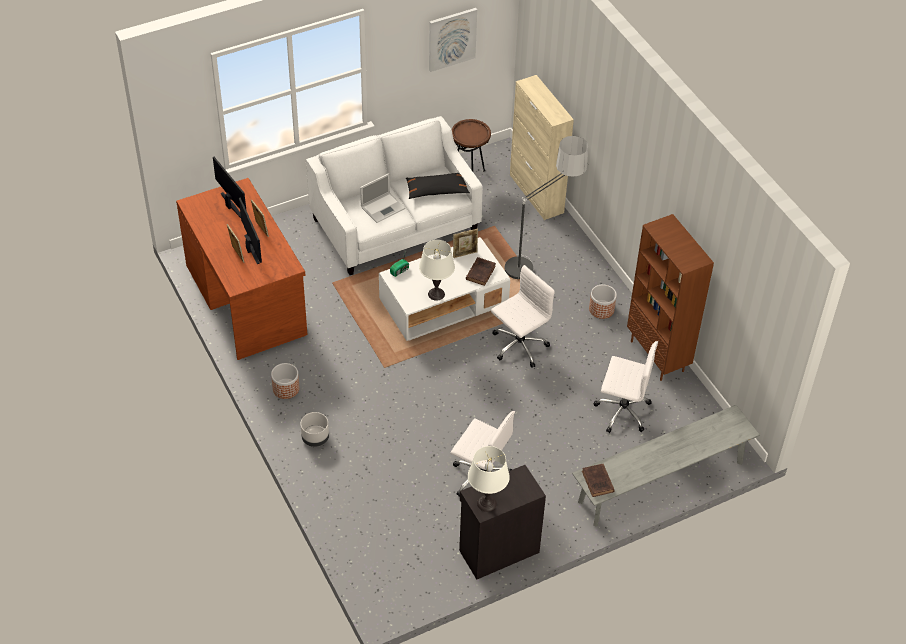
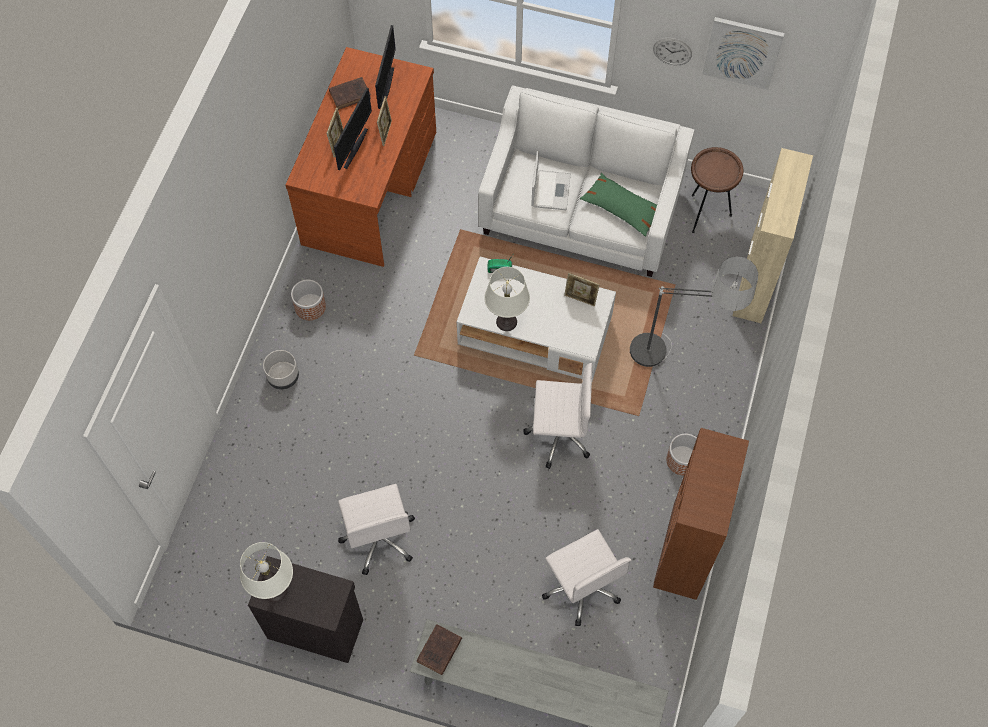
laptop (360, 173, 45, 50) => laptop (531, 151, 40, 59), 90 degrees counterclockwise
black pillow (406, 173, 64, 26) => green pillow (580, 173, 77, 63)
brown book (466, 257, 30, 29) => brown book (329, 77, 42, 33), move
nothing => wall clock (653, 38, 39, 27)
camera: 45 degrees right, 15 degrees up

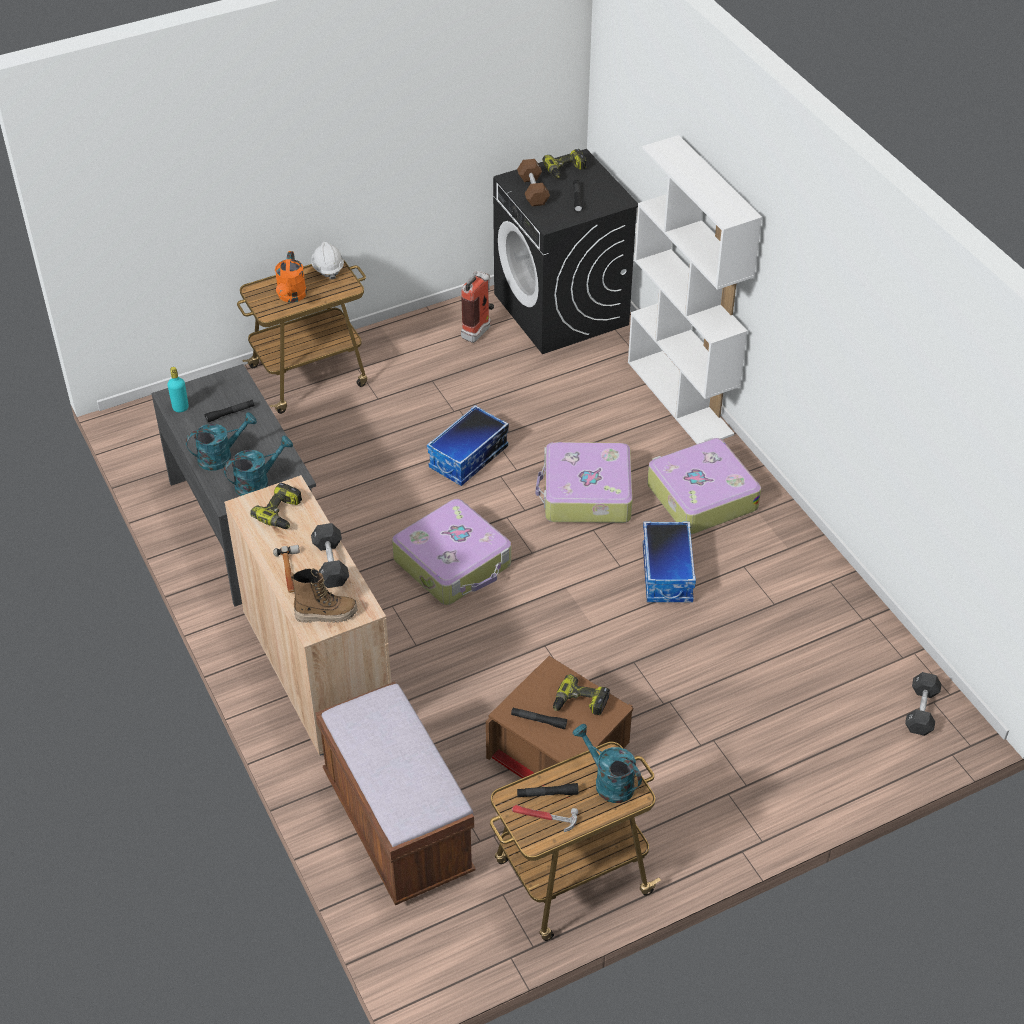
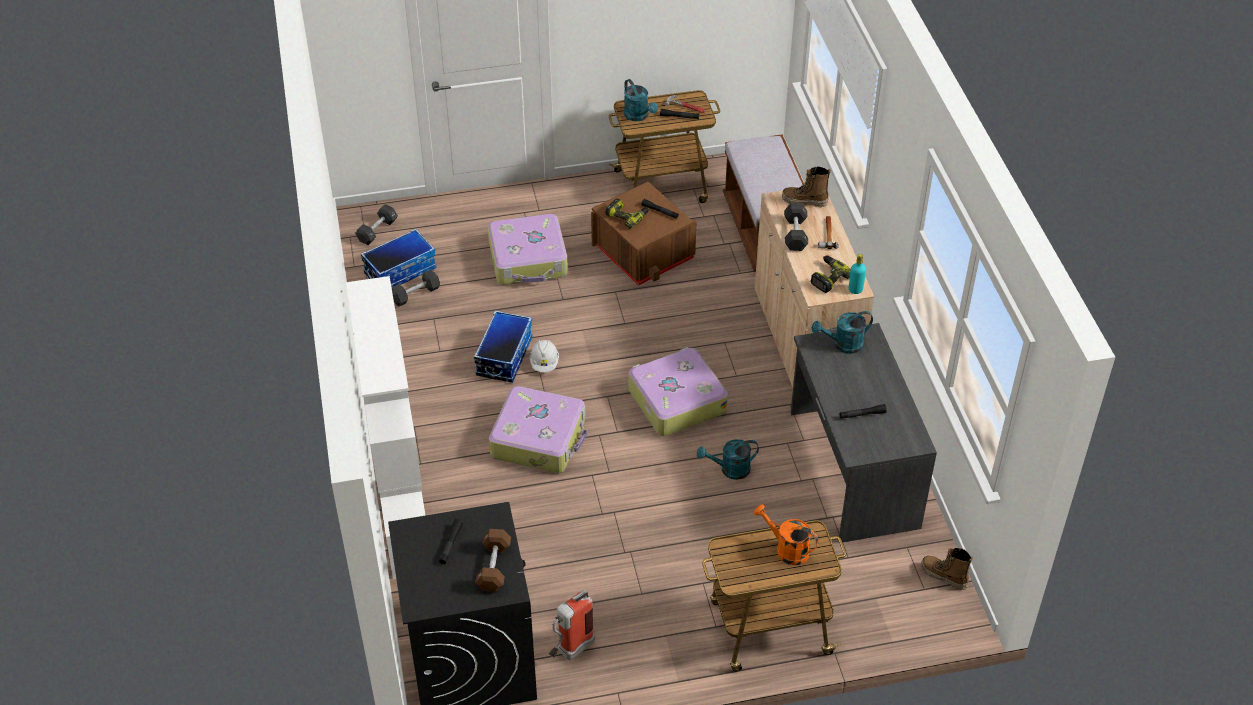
power drill (542, 149, 44, 30) => nothing
white hard hat (311, 242, 33, 38) => white hard hat (530, 340, 29, 32), move
orange watering can (275, 251, 32, 52) => orange watering can (754, 504, 65, 61), 75 degrees counterclockwise
turquoise bottle (167, 367, 22, 45) => turquoise bottle (849, 254, 17, 40), move
storage box (427, 405, 82, 81) => storage box (361, 229, 75, 58), move
turquoise watering can (186, 412, 71, 59) => turquoise watering can (697, 439, 62, 41), move
suitcase (647, 437, 114, 97) => suitcase (488, 214, 80, 71), move
nothing => black dumbbell (392, 270, 48, 37)
nothing => boot (921, 548, 52, 42)
camera: 165 degrees left, 0 degrees up

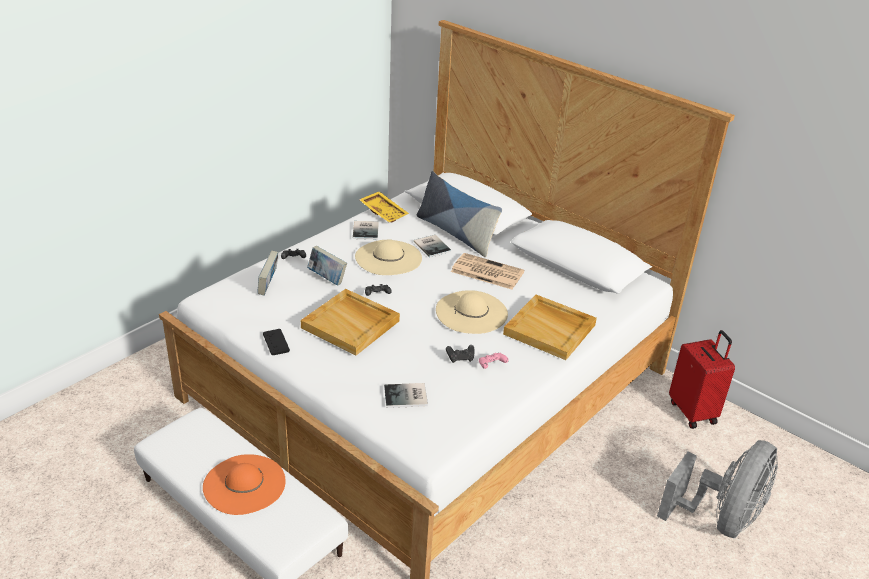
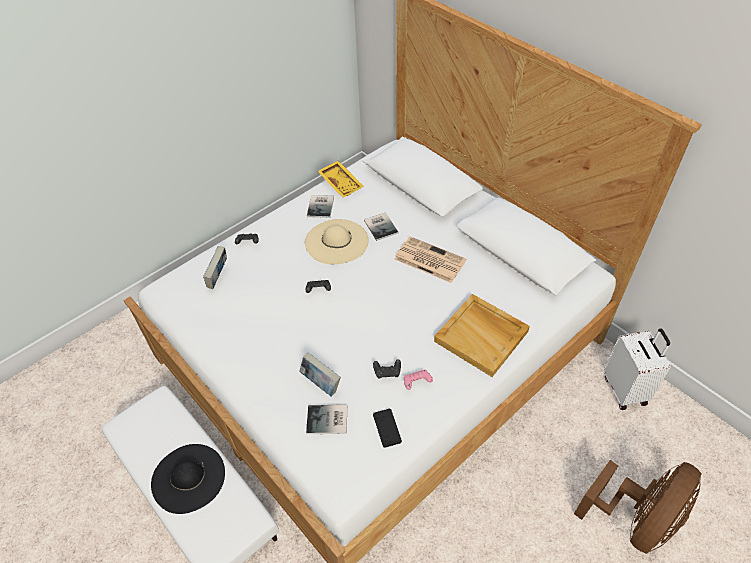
pillow (417, 171, 85, 86) => nothing
book (307, 246, 40, 39) => book (299, 352, 42, 45), move
beige tray (301, 289, 99, 66) => nothing
beige hat (436, 290, 72, 44) => nothing
black game controller (263, 329, 27, 26) => black game controller (373, 408, 29, 40), move
red suitcase (669, 330, 66, 99) => white suitcase (604, 328, 67, 82)
grey fan (657, 440, 121, 98) => brown fan (574, 460, 128, 94)
orange hat (203, 454, 83, 61) => black hat (151, 444, 74, 70)
camera: 10 degrees right, 15 degrees up

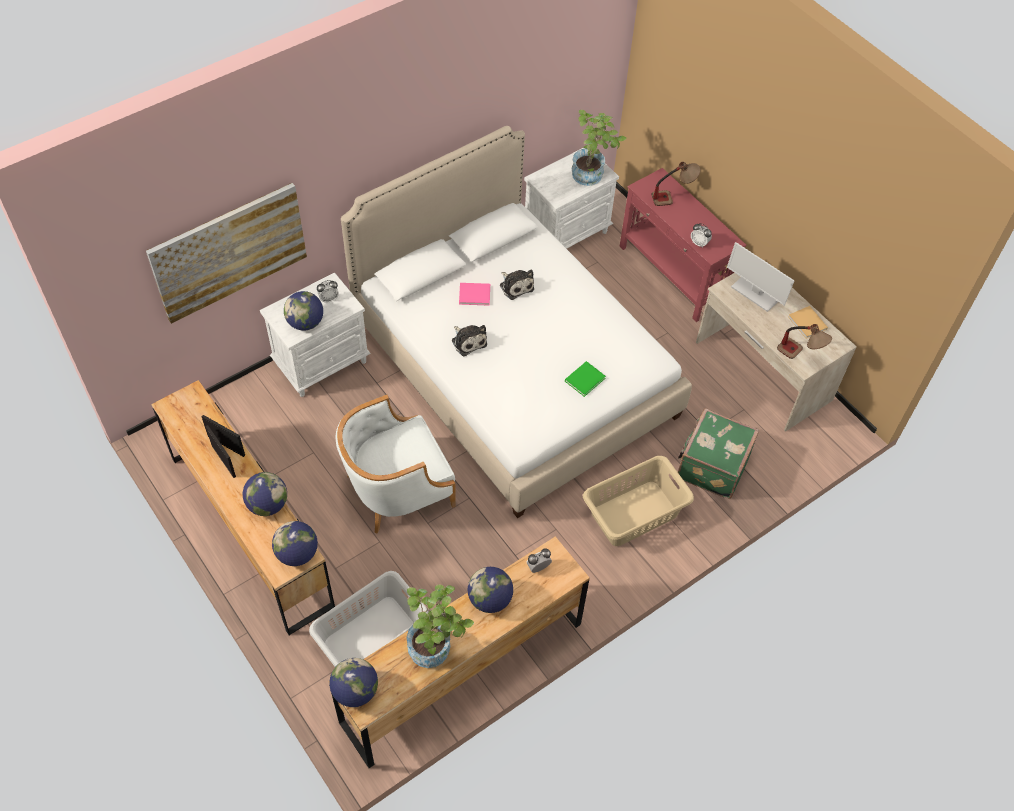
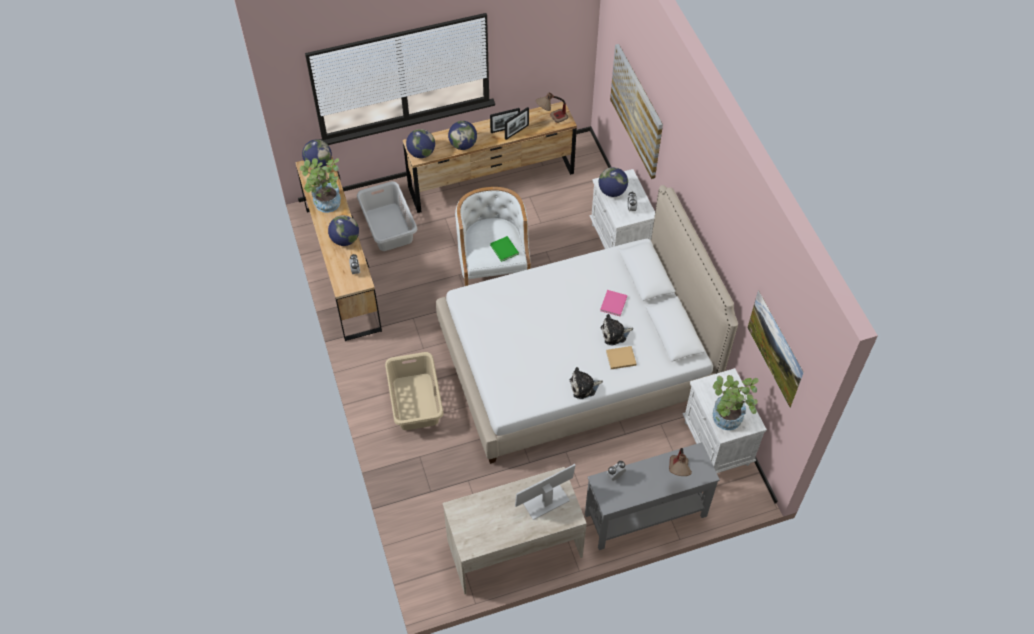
red console table (619, 168, 127, 154) => grey console table (585, 442, 135, 108)
beige book (788, 306, 40, 33) => beige book (606, 346, 31, 23), move
table lamp (777, 324, 55, 35) => table lamp (536, 93, 32, 30), move
plush toy (452, 325, 35, 31) => plush toy (570, 367, 33, 32), move
green book (565, 361, 41, 36) => green book (490, 236, 29, 26), move
green suitcase (678, 408, 81, 91) => nothing
nothing => picture (747, 290, 57, 118)
camera: 110 degrees right, 0 degrees up

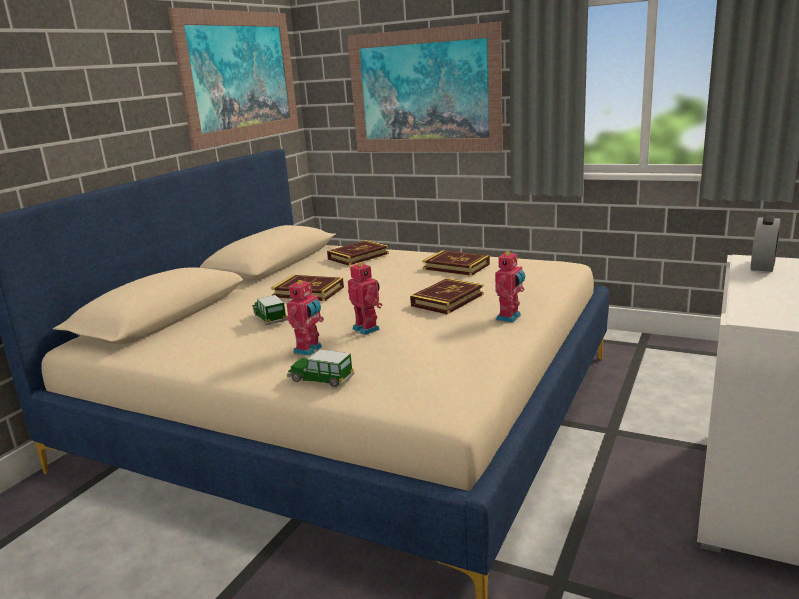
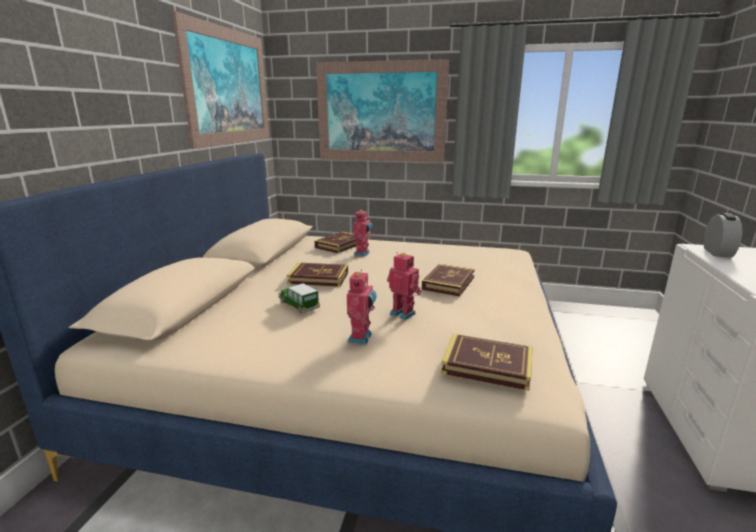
book (423, 250, 67, 26) => book (441, 334, 92, 57), move
toy robot (495, 250, 30, 72) => toy robot (353, 209, 19, 47), move
toy car (287, 349, 67, 38) => nothing
camera: 15 degrees left, 0 degrees up

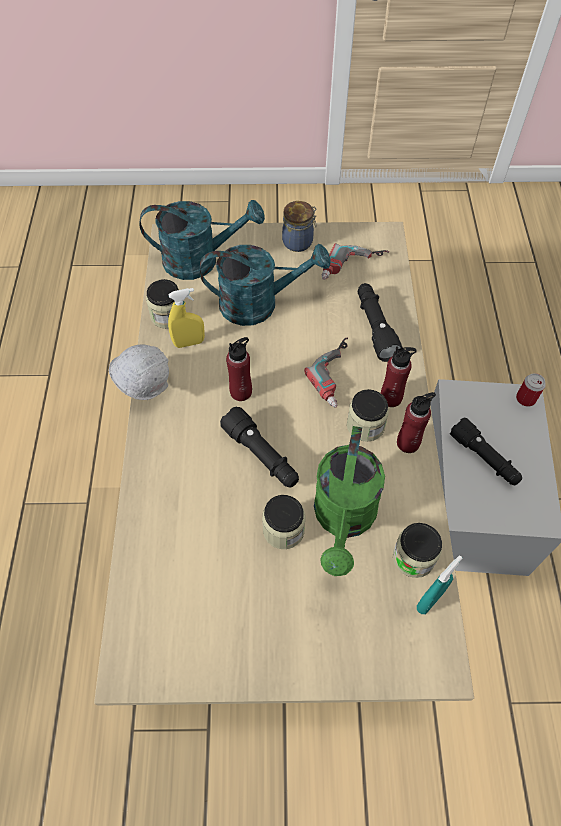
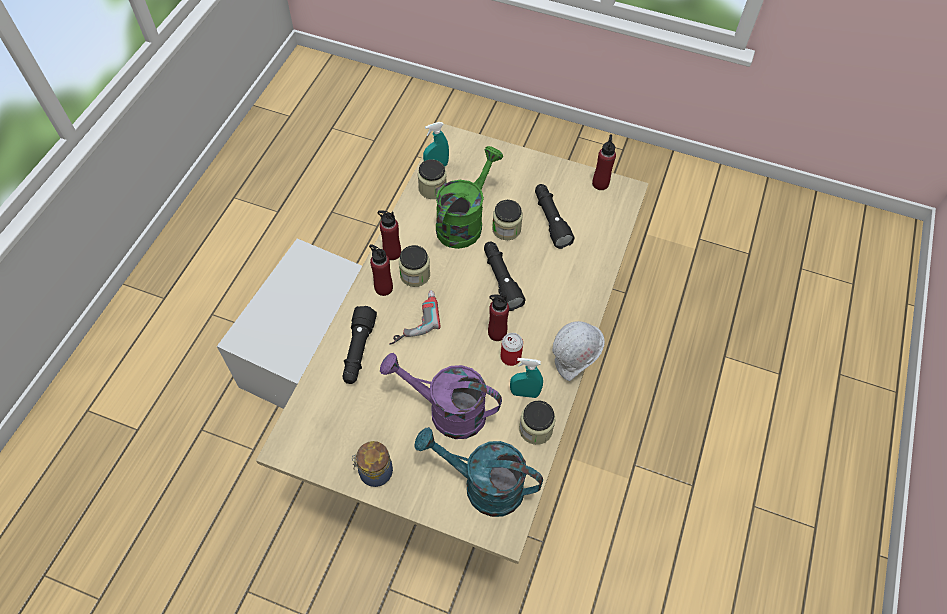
power drill (321, 243, 68, 37) => nothing
turquoise watering can (200, 244, 131, 82) => purple watering can (380, 353, 122, 86)
yellow spray bottle (168, 288, 37, 60) => turquoise spray bottle (510, 358, 33, 40)
can (516, 373, 30, 34) => can (500, 333, 23, 33), move
black flashlight (449, 418, 73, 67) => black flashlight (535, 184, 40, 65), move
nothing => red bottle (592, 134, 24, 56)
camera: 160 degrees left, 0 degrees up

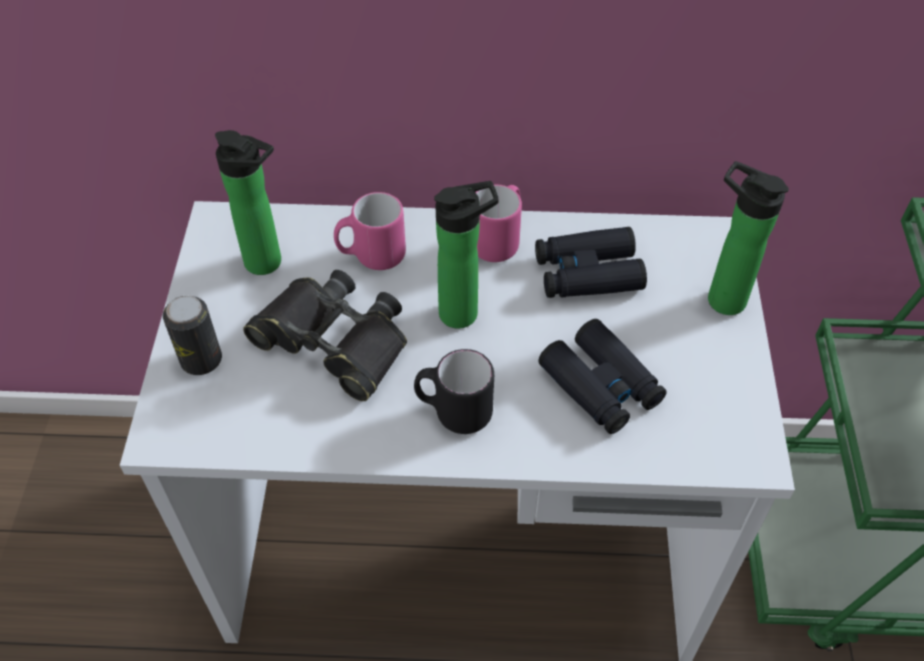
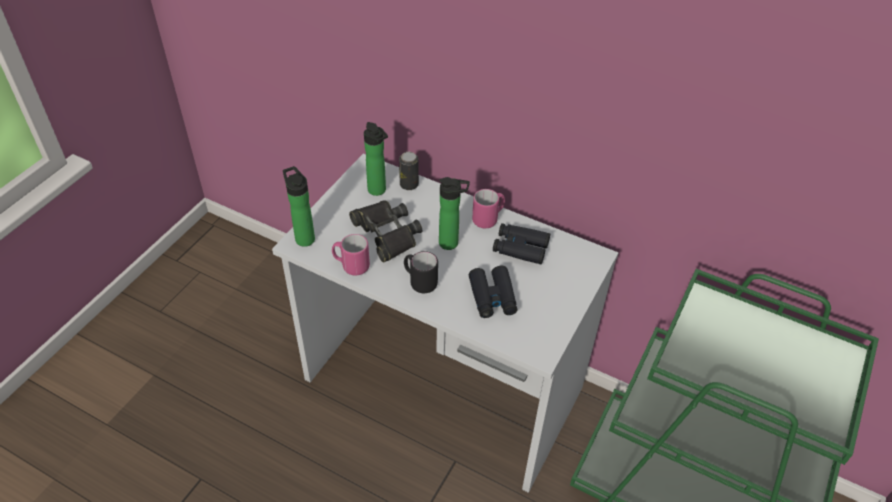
bottle (708, 161, 81, 154) => bottle (283, 166, 32, 81), move
pink mug (334, 192, 72, 78) => pink mug (332, 234, 38, 42), move
can (163, 295, 59, 80) => can (399, 152, 20, 38), move
camera: 25 degrees right, 5 degrees down

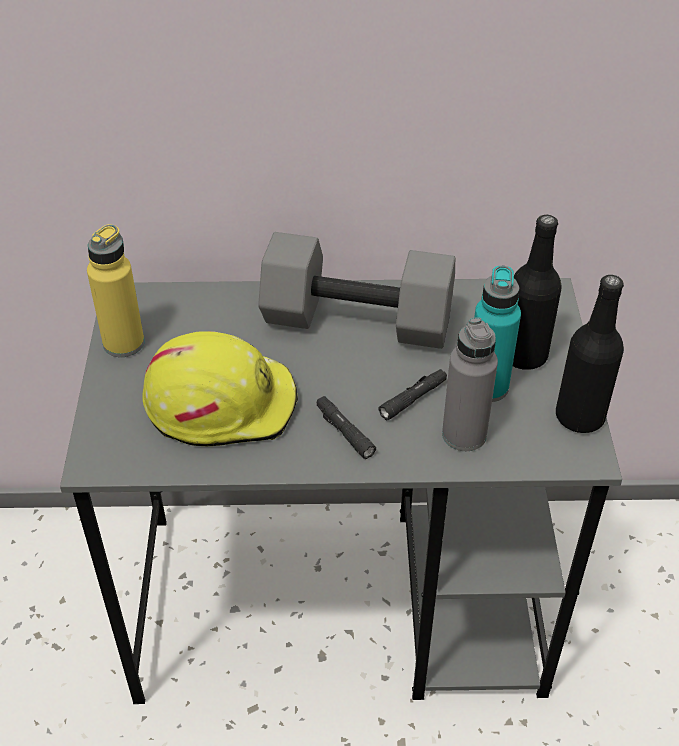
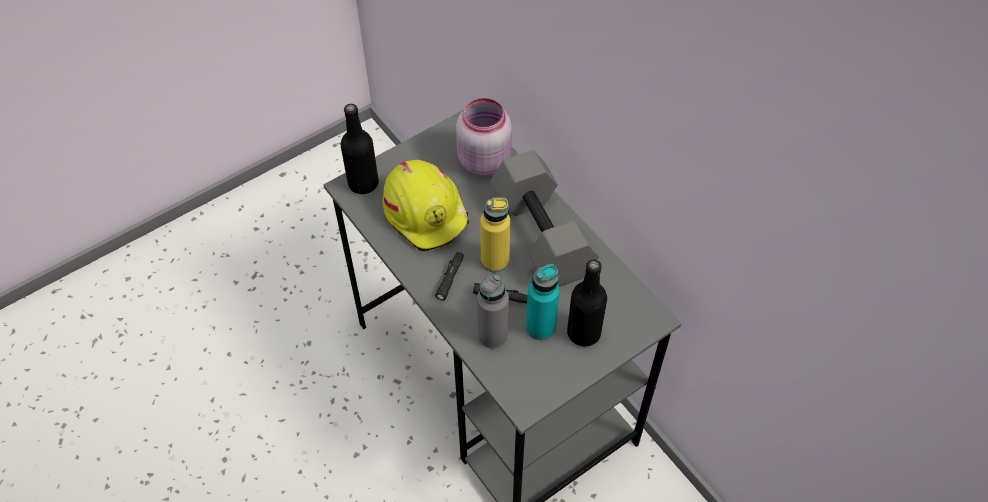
yellow bottle (87, 224, 57, 133) => yellow bottle (480, 198, 30, 75), move
black bottle (556, 275, 68, 158) => black bottle (340, 104, 39, 90), move
nothing => pink jar (456, 98, 56, 78)
camera: 55 degrees right, 10 degrees up

